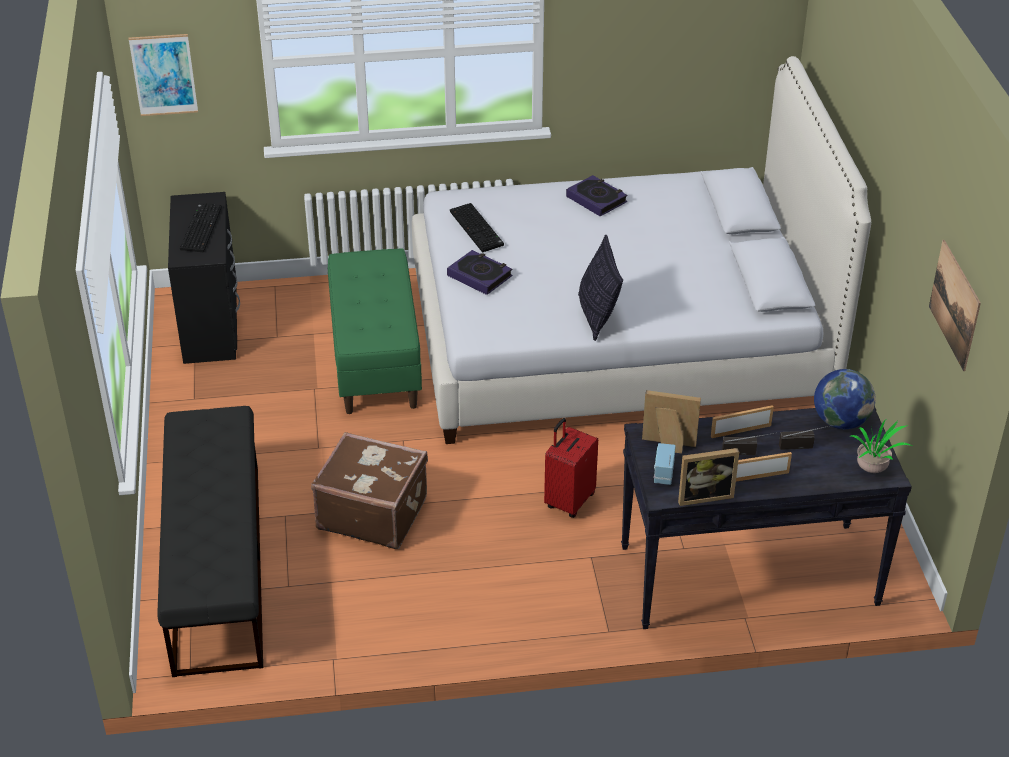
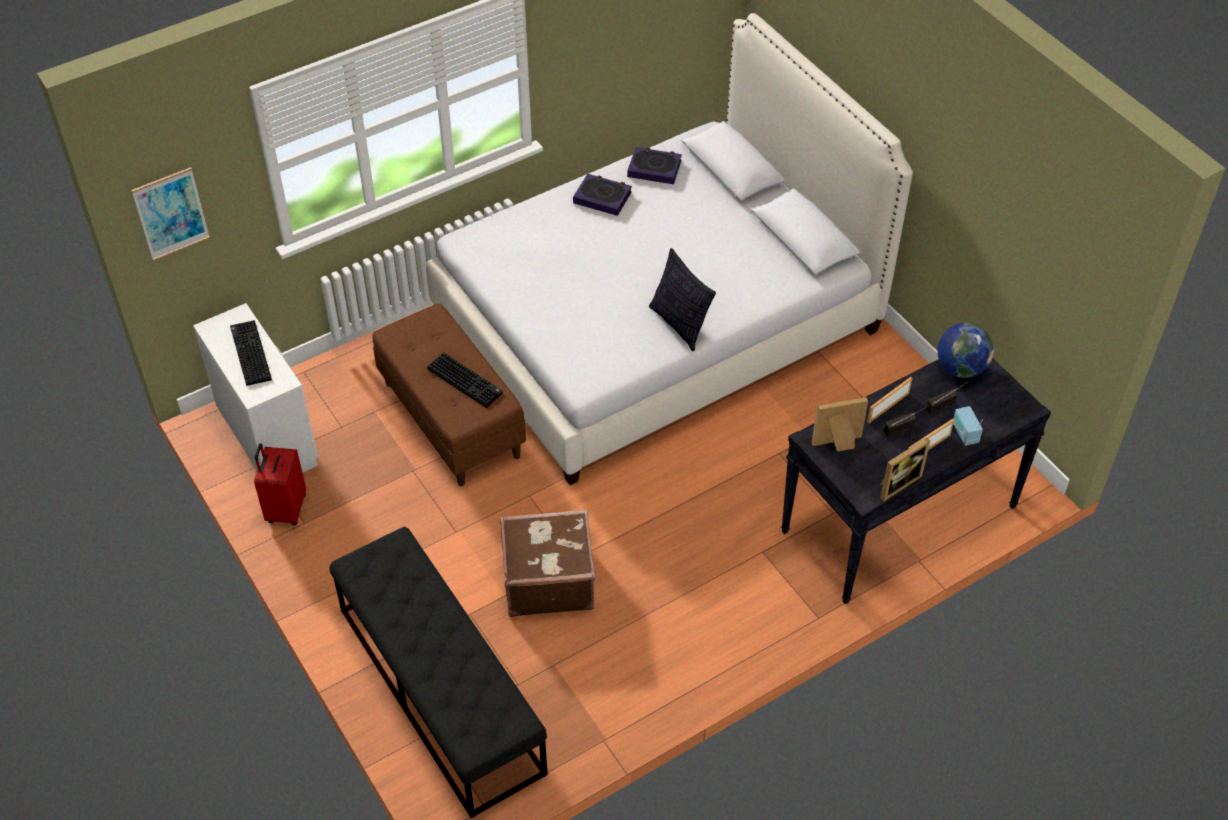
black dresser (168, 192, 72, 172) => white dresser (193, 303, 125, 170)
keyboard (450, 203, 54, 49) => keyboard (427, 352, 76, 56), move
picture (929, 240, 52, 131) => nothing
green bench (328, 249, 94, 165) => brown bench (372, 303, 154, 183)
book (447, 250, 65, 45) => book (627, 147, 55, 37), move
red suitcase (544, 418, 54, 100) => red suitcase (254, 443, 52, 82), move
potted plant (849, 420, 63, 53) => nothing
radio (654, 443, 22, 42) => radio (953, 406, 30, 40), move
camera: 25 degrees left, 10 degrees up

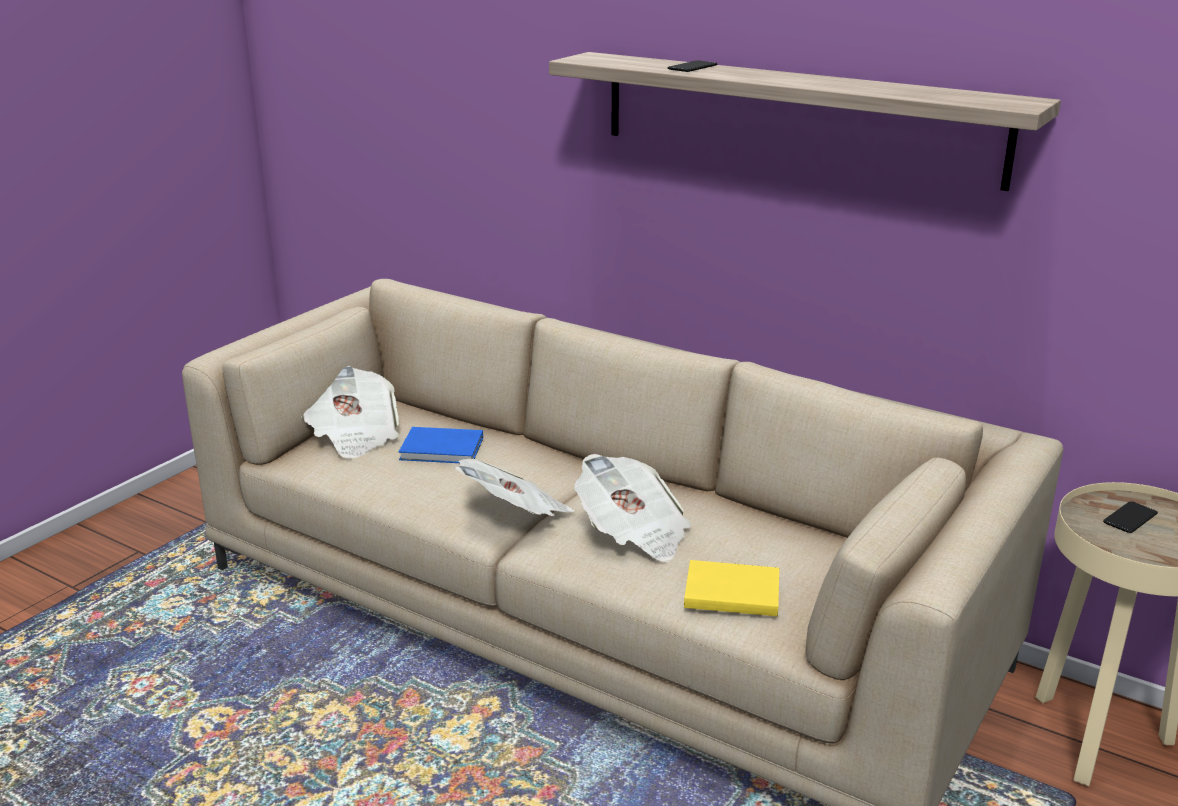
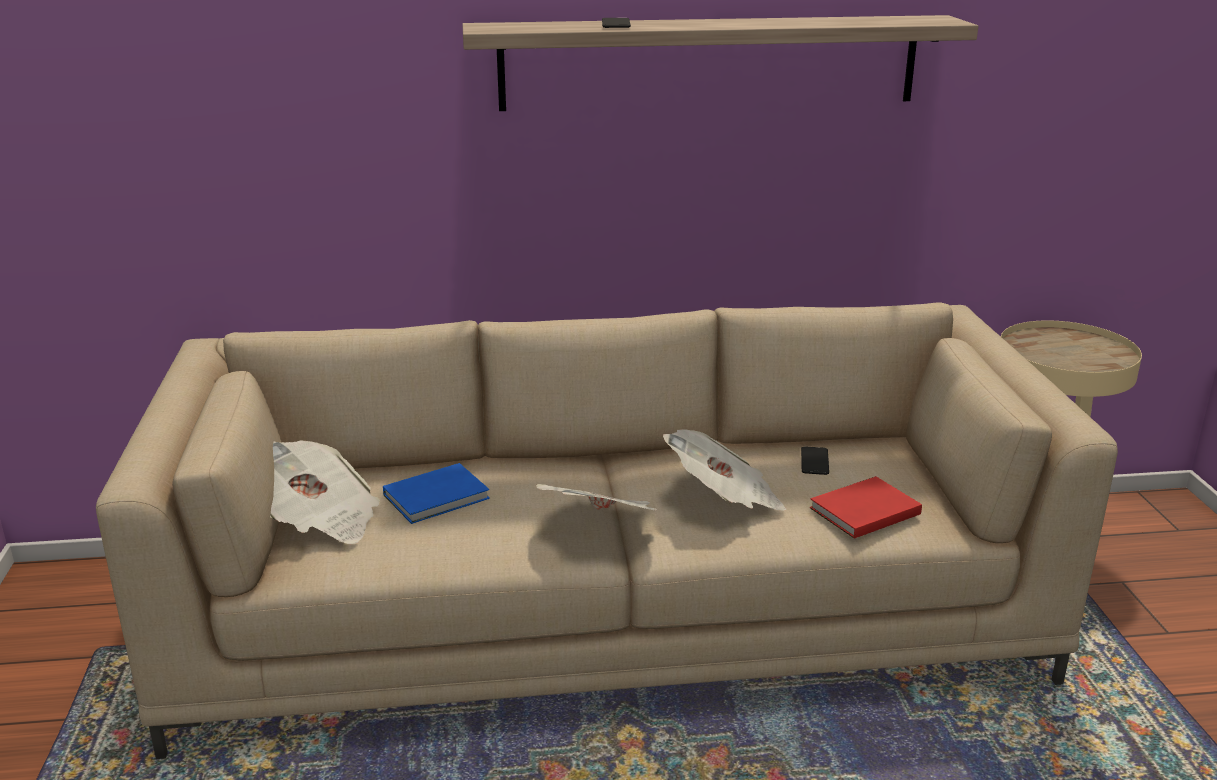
phone (1103, 501, 55, 32) => phone (801, 447, 28, 28), move
yellow book (684, 560, 95, 56) => red book (810, 476, 112, 63)
camera: 40 degrees left, 0 degrees up

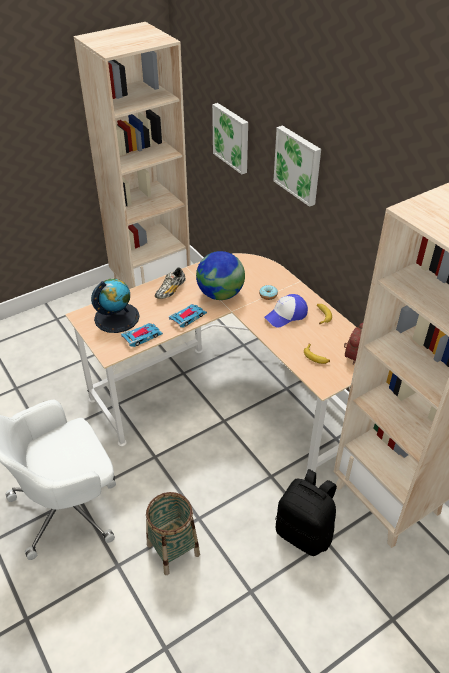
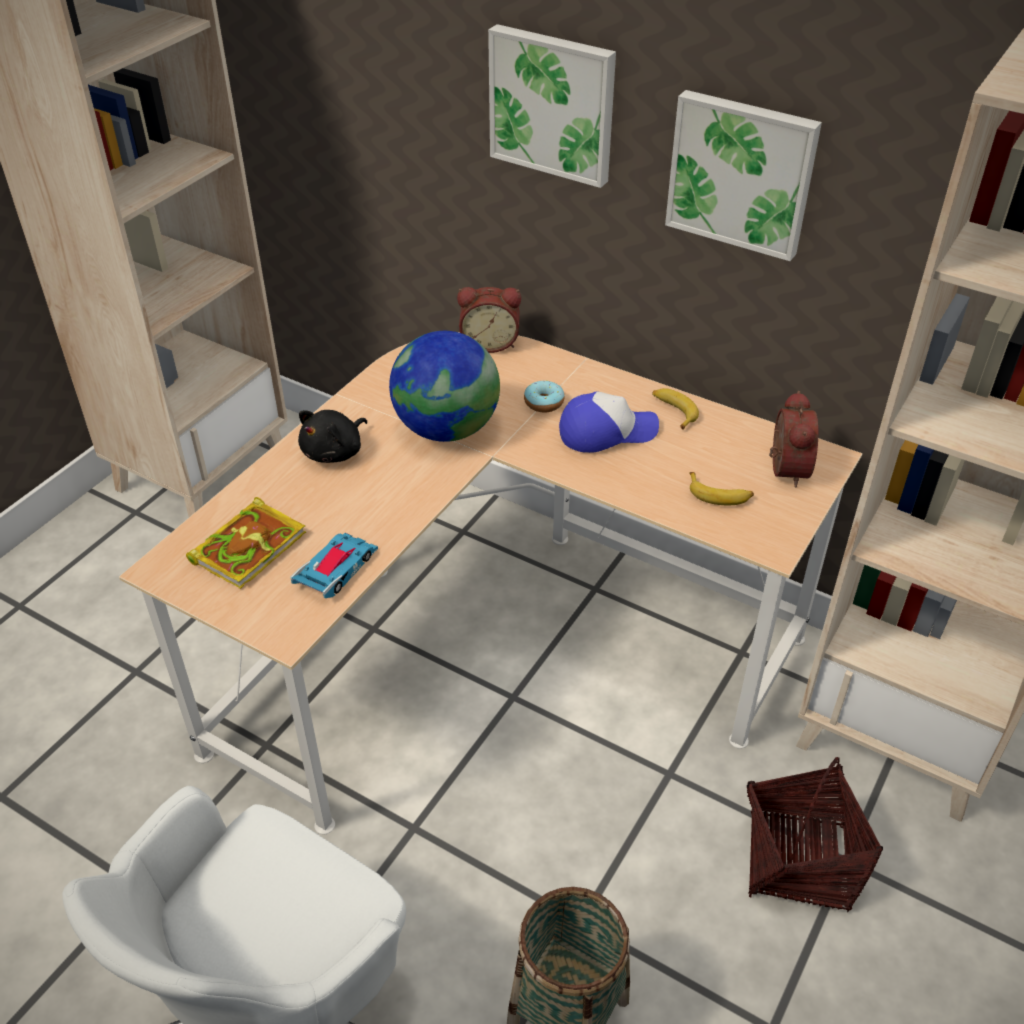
picture (212, 103, 36, 71) => picture (665, 90, 157, 171), move
shoe (155, 268, 31, 31) => black plush toy (298, 410, 69, 53)
globe (91, 279, 49, 54) => book (186, 497, 120, 92)
cap (264, 294, 44, 34) => cap (559, 391, 100, 62), 135 degrees counterclockwise
toy car (169, 304, 38, 24) => nothing
black backpack (276, 469, 61, 87) => basket (747, 757, 136, 155)
nothing => alarm clock (457, 287, 64, 66)
camera: 25 degrees left, 0 degrees up

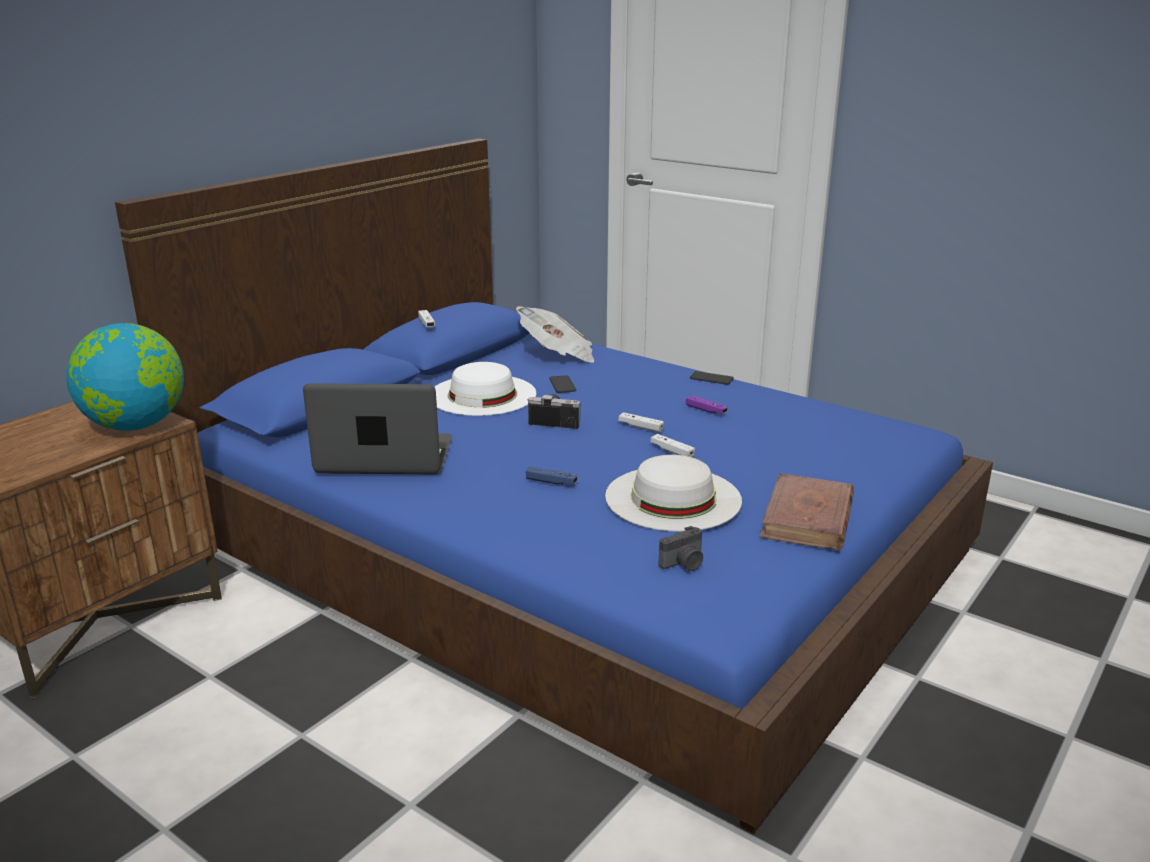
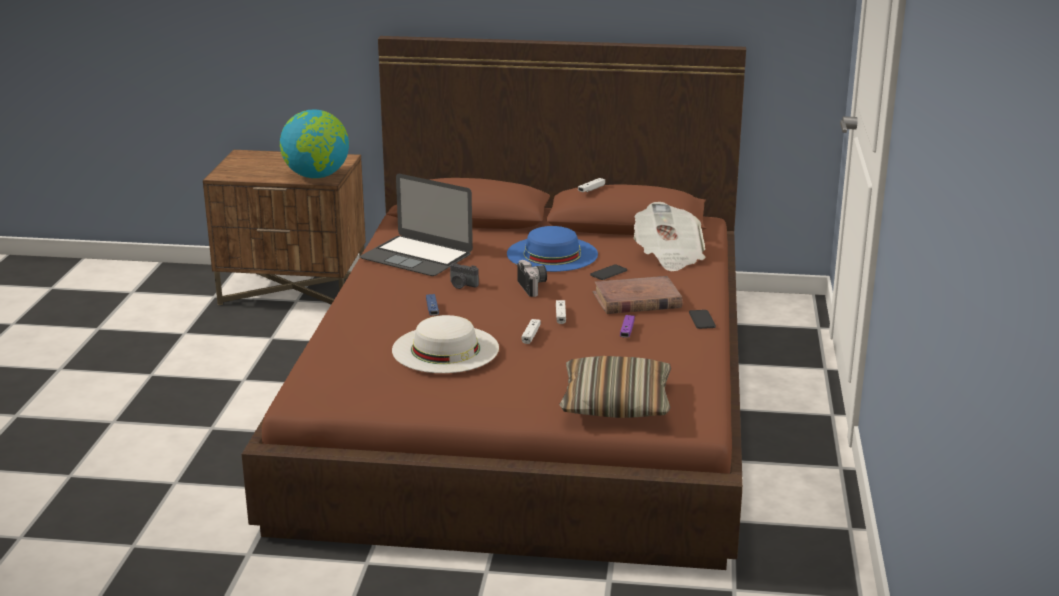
blue bed (115, 138, 878, 696) => brown bed (242, 36, 504, 534)
white hat (435, 362, 101, 54) => blue hat (507, 226, 91, 46)
laptop (303, 383, 149, 91) => laptop (360, 174, 113, 102), 150 degrees clockwise
brown book (759, 473, 95, 77) => brown book (593, 276, 90, 38), move
photo camera (658, 526, 45, 45) => photo camera (450, 263, 29, 26), move
nothing => pillow (559, 356, 112, 62)
camera: 60 degrees right, 0 degrees up

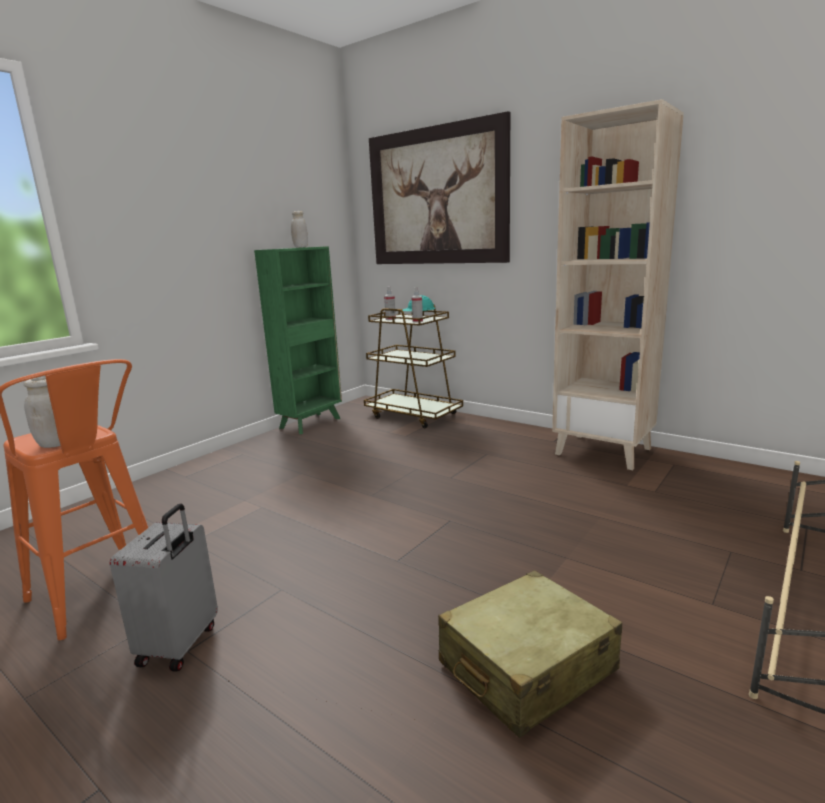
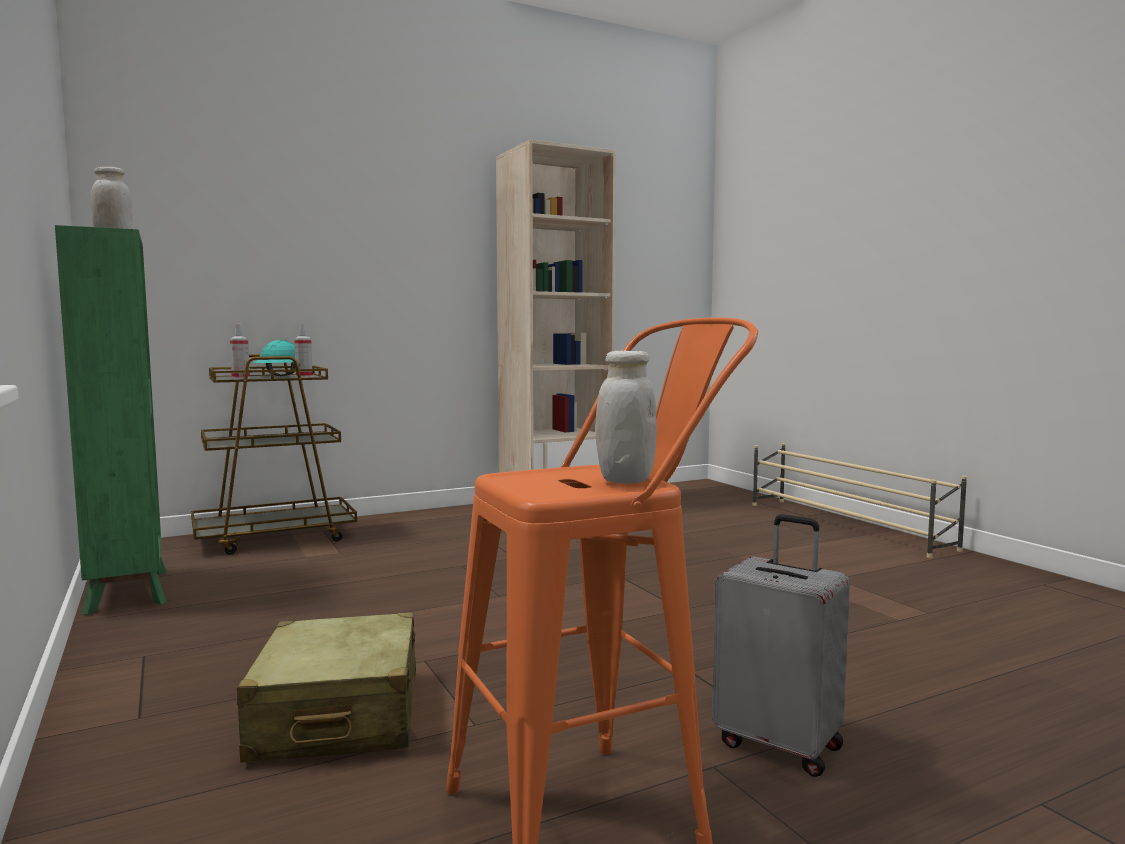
picture (369, 111, 141, 153) => nothing
beige suitcase (438, 570, 184, 168) => beige suitcase (237, 612, 179, 151), move
camera: 65 degrees left, 10 degrees down

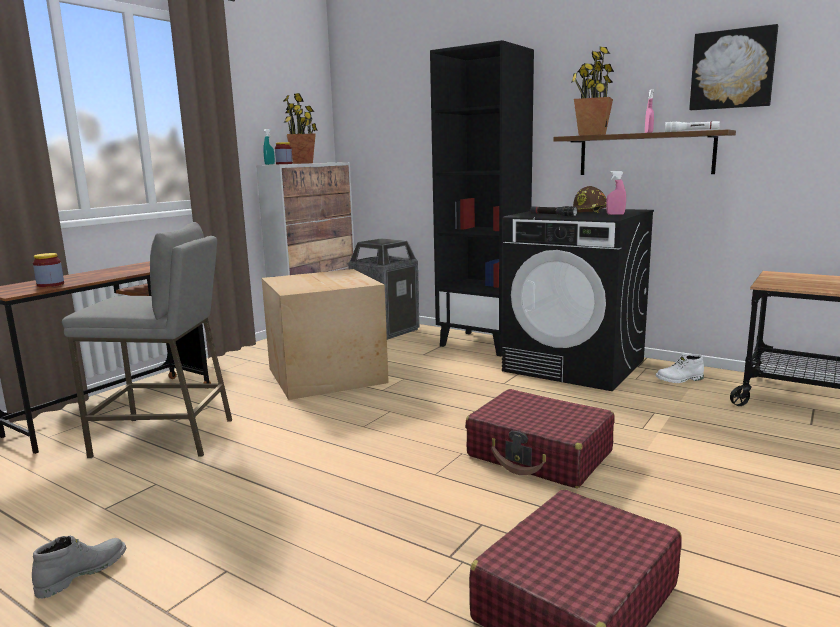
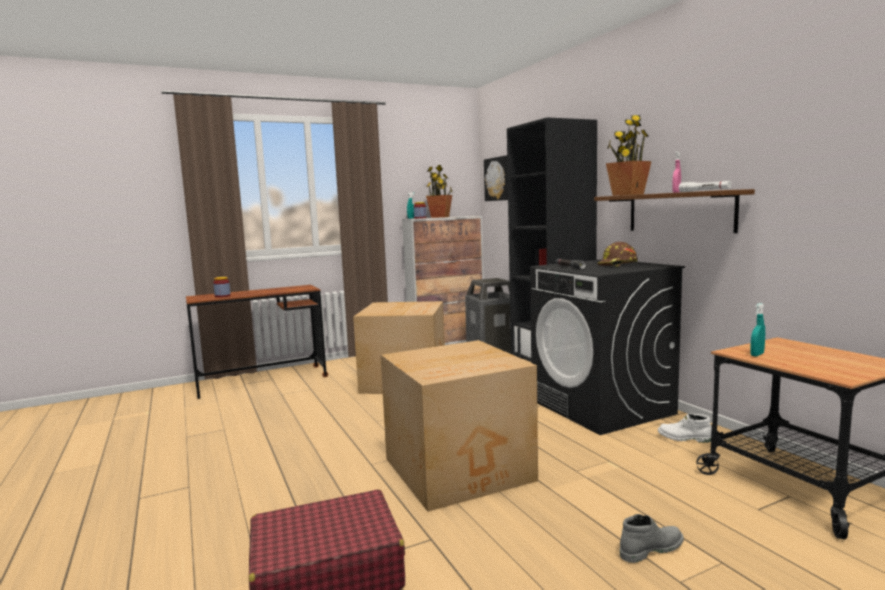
picture (689, 24, 89, 86) => picture (484, 155, 24, 46), move
pink spray bottle (606, 171, 20, 44) => nothing
grey stool (62, 222, 170, 236) => nothing
red suitcase (465, 389, 150, 99) => cardboard box (381, 340, 157, 172)
grey boot (32, 536, 94, 63) => grey boot (620, 514, 64, 49), move
nothing => turquoise spray bottle (750, 303, 15, 54)
camera: 30 degrees right, 5 degrees down

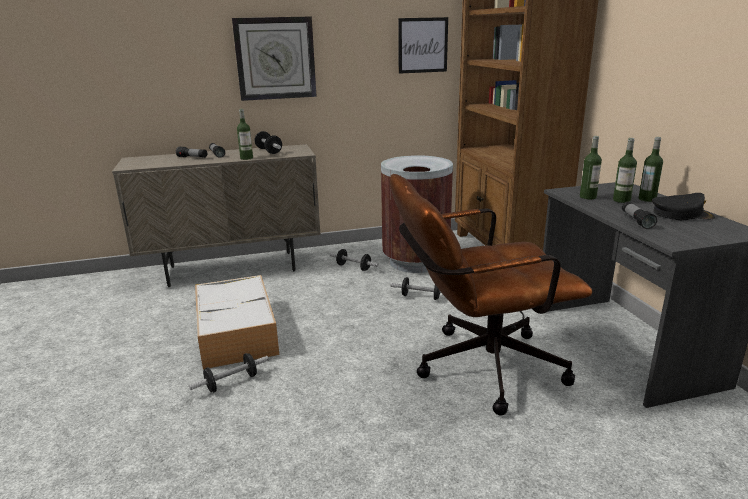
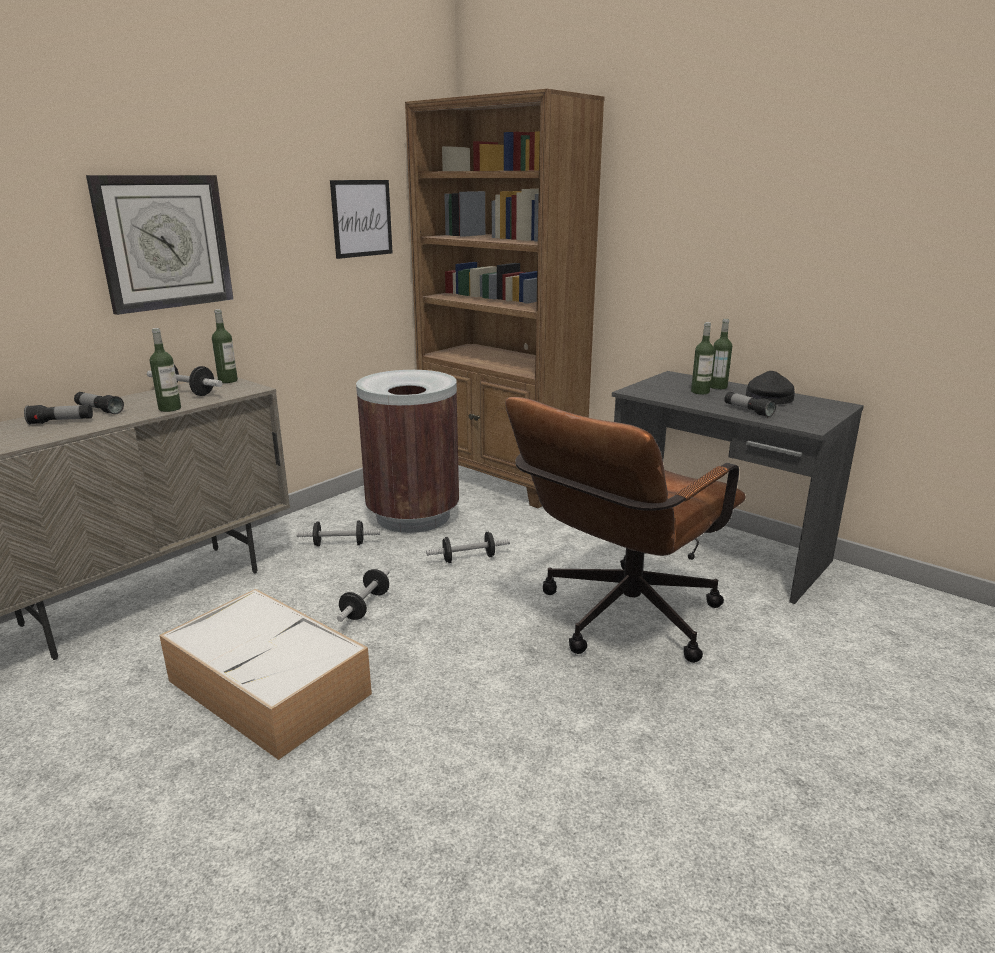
bottle (580, 136, 22, 63) => bottle (212, 309, 26, 74), move
black cap (652, 193, 63, 27) => black cap (746, 371, 49, 33), 45 degrees counterclockwise
dumbbell (189, 353, 80, 39) => dumbbell (337, 569, 53, 53), move
camera: 35 degrees left, 0 degrees up

